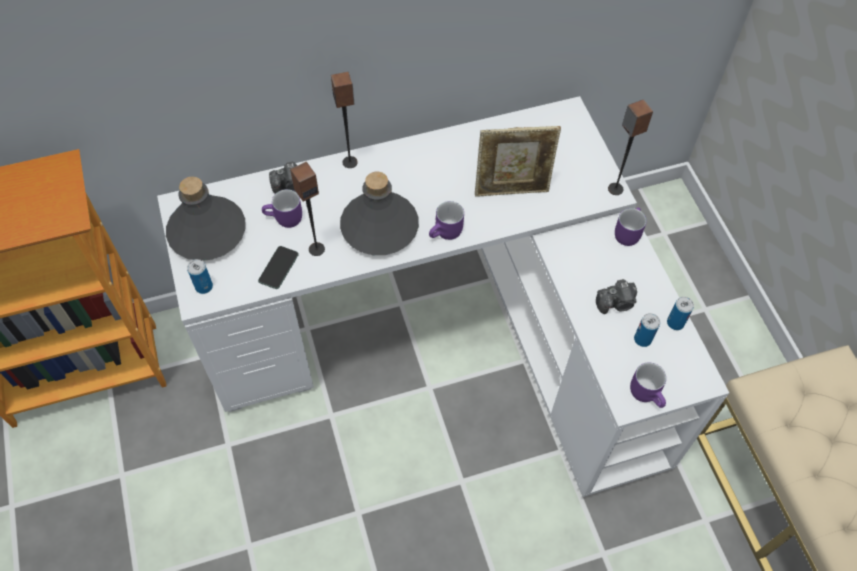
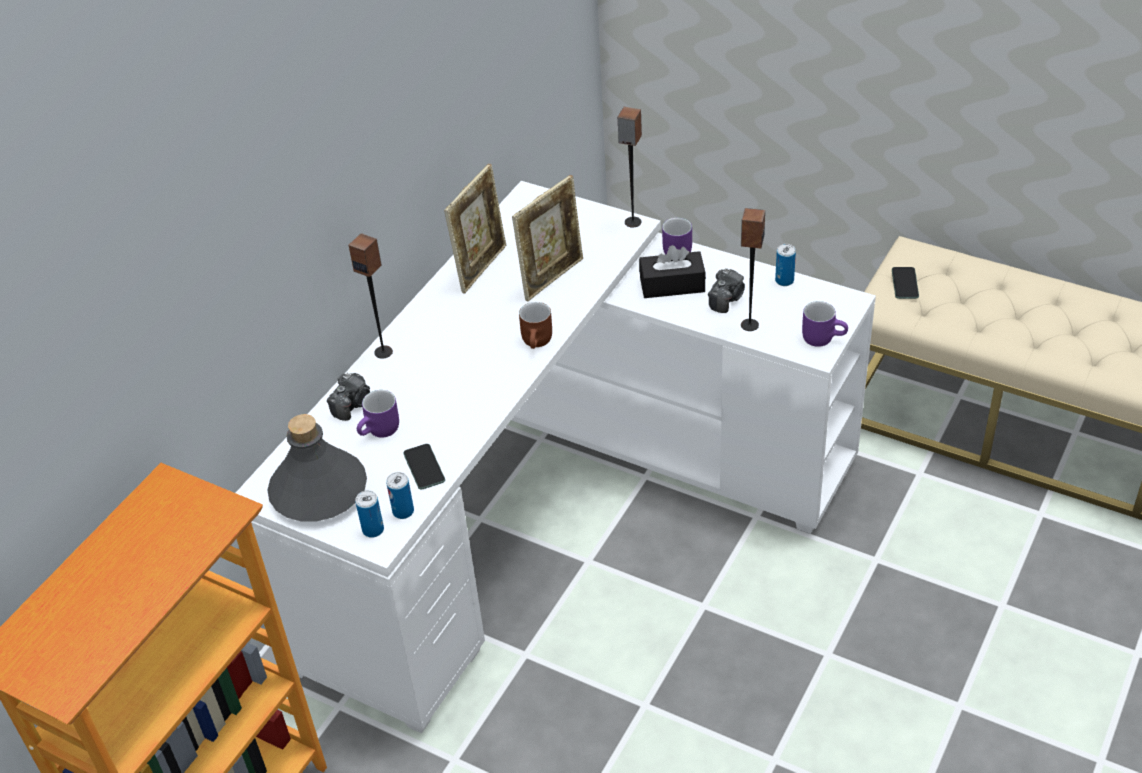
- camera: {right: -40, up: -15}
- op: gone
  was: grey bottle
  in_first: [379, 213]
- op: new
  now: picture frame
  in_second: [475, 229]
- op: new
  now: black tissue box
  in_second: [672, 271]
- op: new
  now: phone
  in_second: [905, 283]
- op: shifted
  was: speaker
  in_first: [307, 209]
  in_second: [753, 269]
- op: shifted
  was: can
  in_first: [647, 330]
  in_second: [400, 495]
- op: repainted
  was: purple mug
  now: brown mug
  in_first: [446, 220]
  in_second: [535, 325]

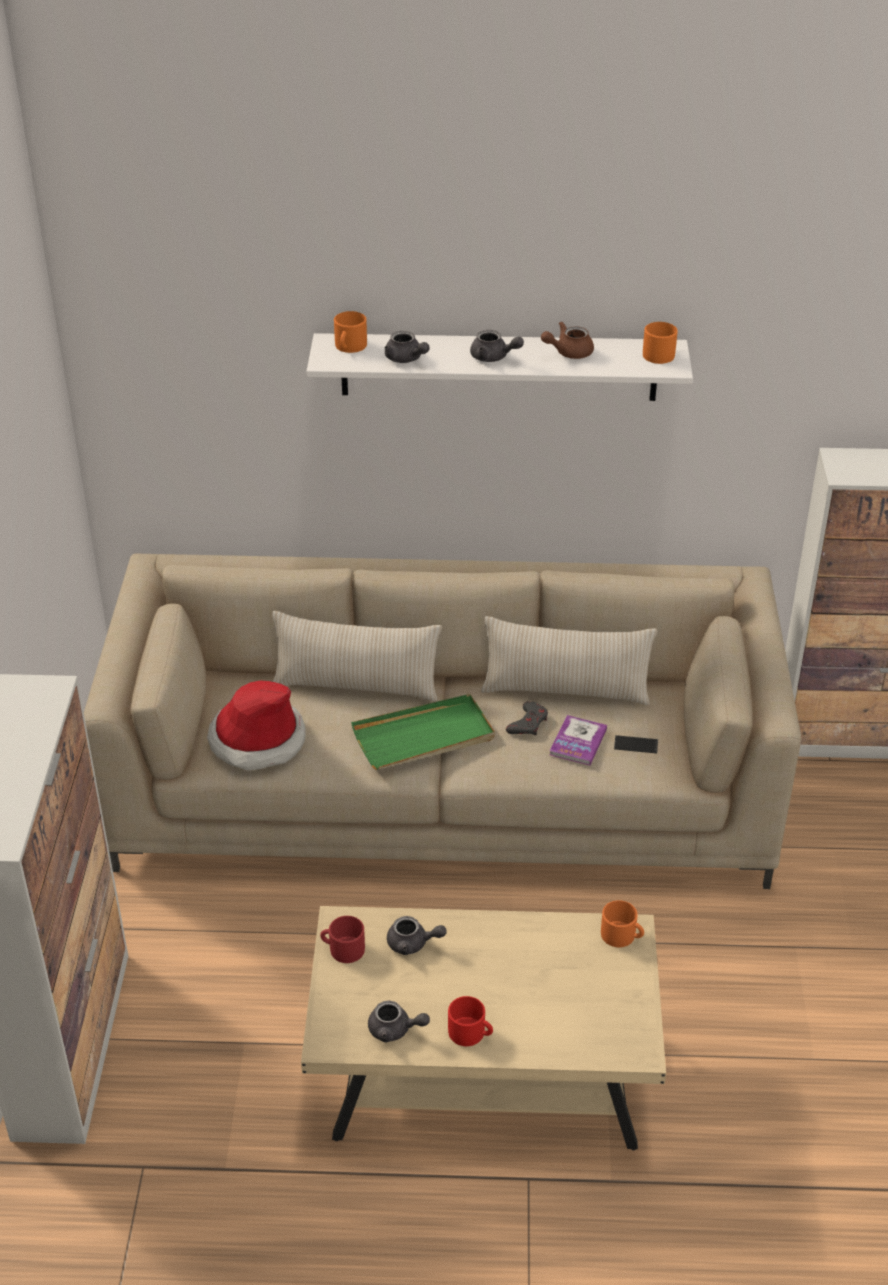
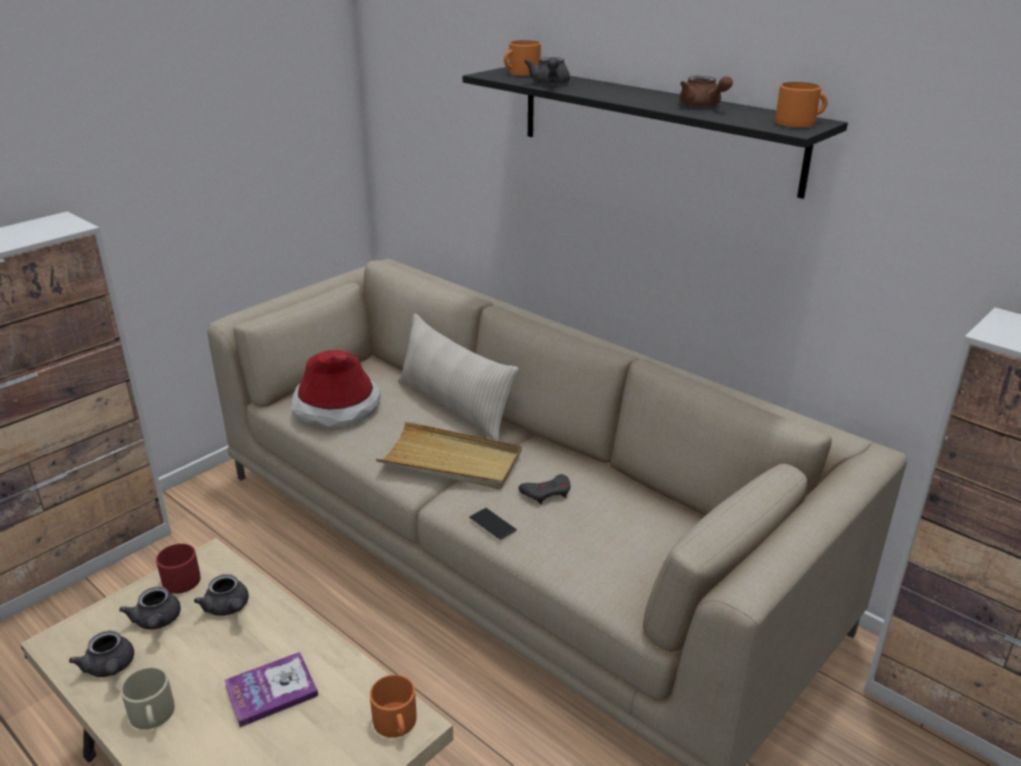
- camera: {right: 40, up: -10}
- op: gone
  was: beige pillow
  in_first: [569, 660]
- op: shifted
  was: grey teapot
  in_first: [497, 346]
  in_second: [150, 608]
- op: shifted
  was: book
  in_first: [578, 740]
  in_second: [271, 689]
- op: shifted
  was: phone
  in_first: [636, 744]
  in_second: [493, 524]
- op: repainted
  was: white shelf
  now: black shelf
  in_first: [500, 367]
  in_second: [655, 133]
- op: repainted
  was: green tray
  now: beige tray
  in_first: [423, 732]
  in_second: [448, 455]
- op: repainted
  was: red mug
  now: beige mug
  in_first: [470, 1021]
  in_second: [148, 698]
- op: rotated
  was: brown teapot
  in_first: [567, 340]
  in_second: [706, 91]
  clockwise: -135

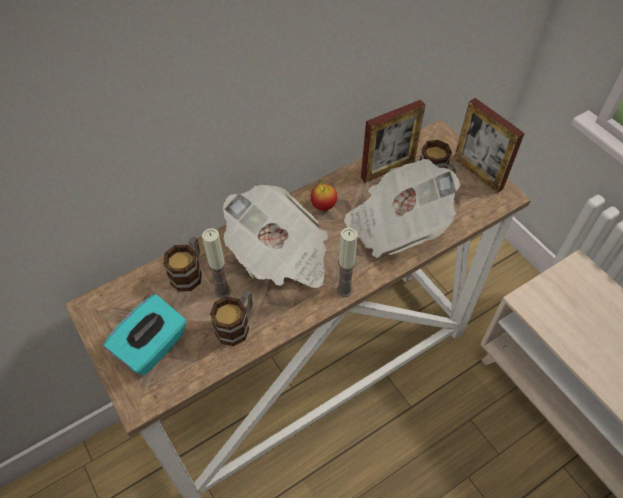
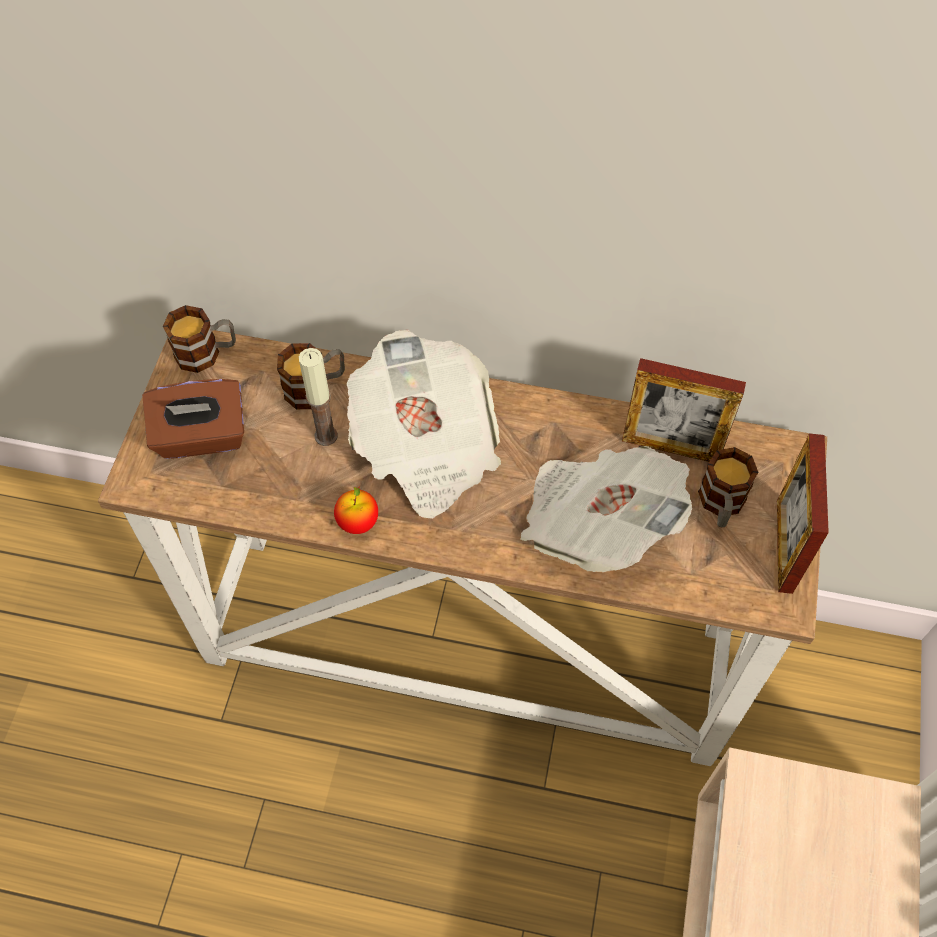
- camera: {right: 45, up: 5}
- op: gone
  was: candle
  in_first: [347, 262]
- op: shifted
  was: mug
  in_first: [231, 318]
  in_second: [199, 339]
- op: shifted
  was: apple
  in_first: [324, 195]
  in_second: [356, 510]
- op: repainted
  was: turquoise tissue box
  now: brown tissue box
  in_first: [145, 334]
  in_second: [193, 419]

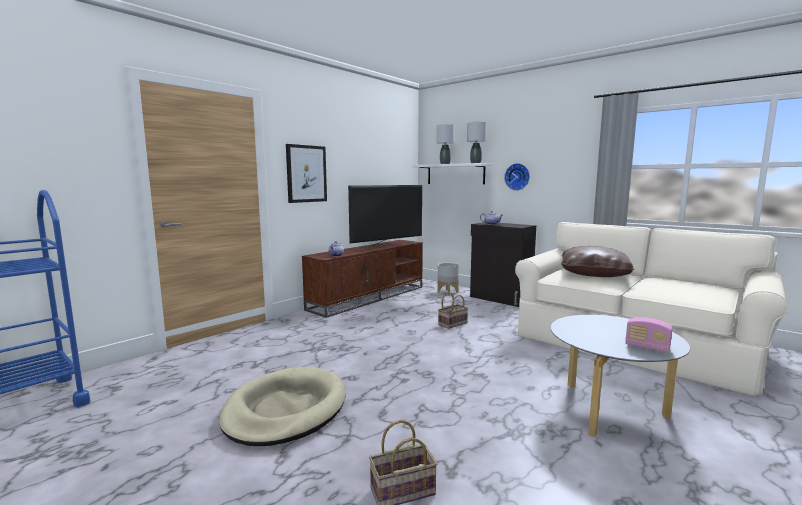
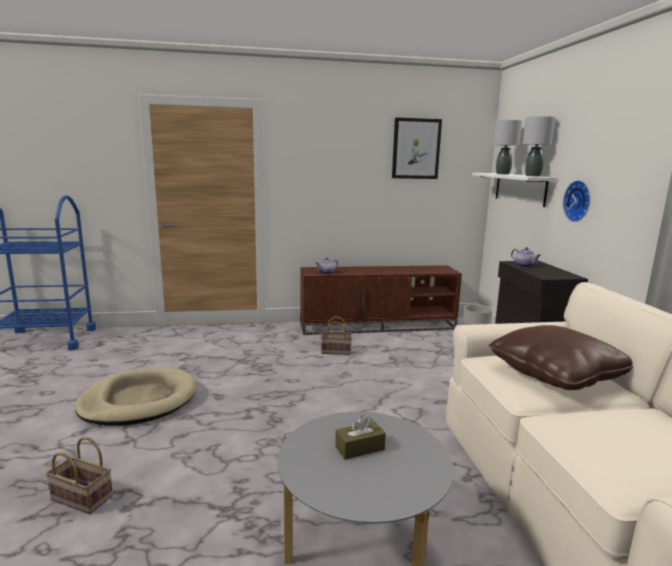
- camera: {right: 40, up: 5}
- op: gone
  was: television
  in_first: [385, 217]
- op: gone
  was: radio
  in_first: [649, 335]
- op: new
  now: brown tissue box
  in_second: [360, 437]
- op: shifted
  was: picture
  in_first: [306, 173]
  in_second: [417, 148]
- op: shifted
  was: basket
  in_first: [453, 310]
  in_second: [336, 335]

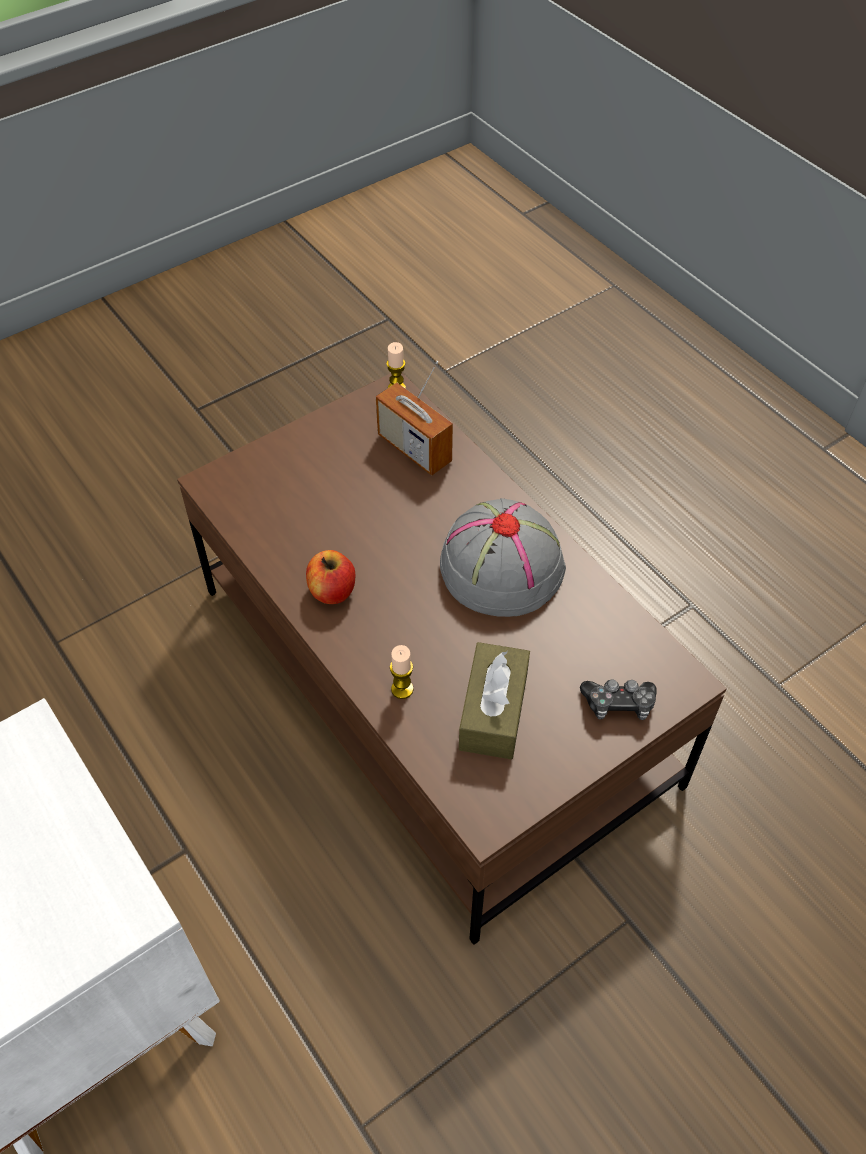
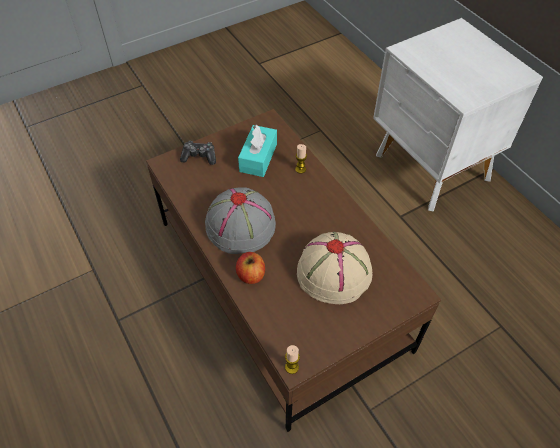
- camera: {right: -175, up: 0}
- op: gone
  was: radio
  in_first: [414, 418]
- op: new
  now: beige hat
  in_second: [334, 268]
- op: shifted
  was: apple
  in_first: [330, 577]
  in_second: [250, 268]
- op: repainted
  was: brown tissue box
  now: turquoise tissue box
  in_first: [494, 700]
  in_second: [257, 151]

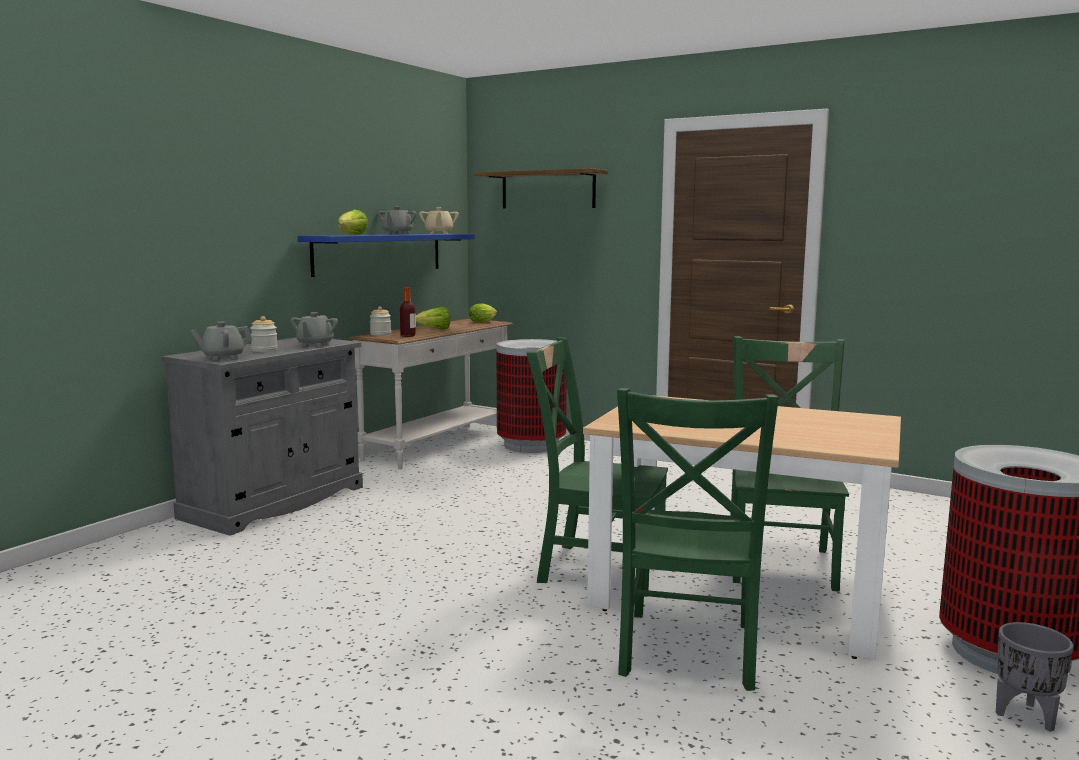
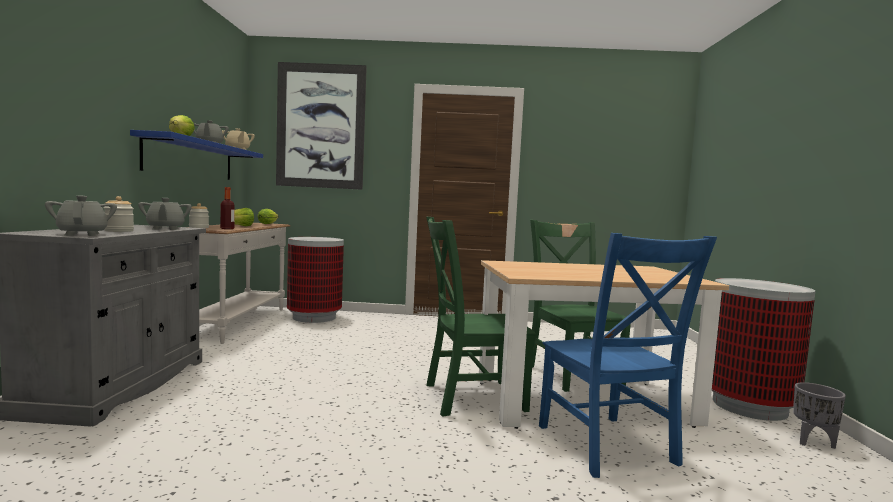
- camera: {right: -30, up: -5}
- op: swapped
  was: shelf
  now: picture
  in_first: [541, 188]
  in_second: [321, 126]
- op: repainted
  was: green chair
  now: blue chair
  in_first: [698, 539]
  in_second: [628, 355]
- op: rotated
  was: grey teapot
  in_first: [221, 341]
  in_second: [81, 216]
  clockwise: 120

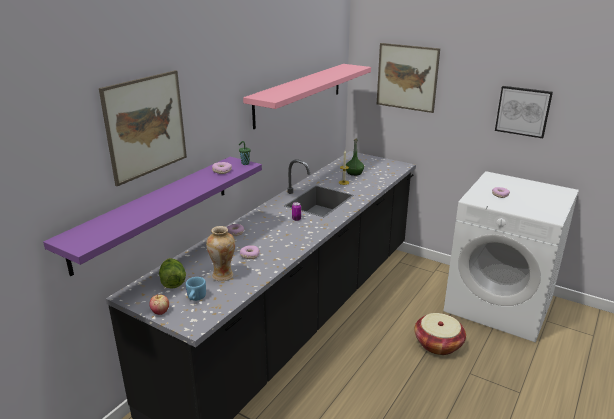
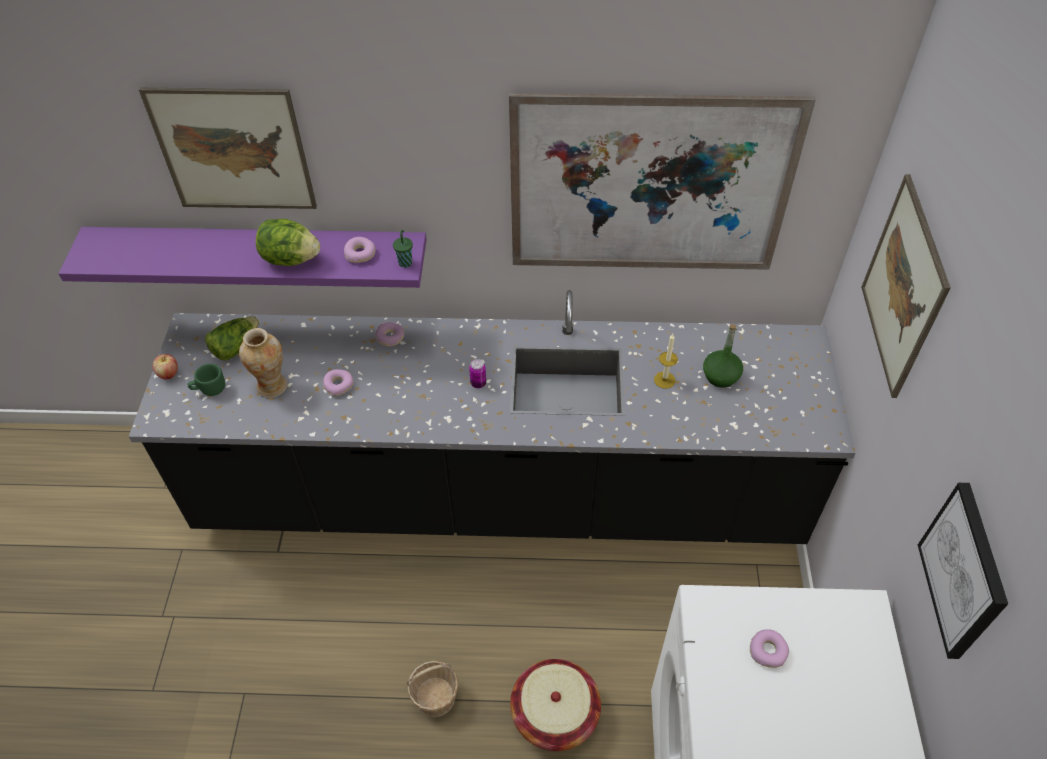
- camera: {right: 60, up: 25}
- op: new
  now: lettuce
  in_second: [288, 242]
- op: new
  now: basket
  in_second: [432, 689]
- op: swapped
  was: pink shelf
  now: picture
  in_first: [307, 96]
  in_second: [662, 181]
- op: repainted
  was: blue mug
  now: green mug
  in_first: [196, 289]
  in_second: [206, 379]

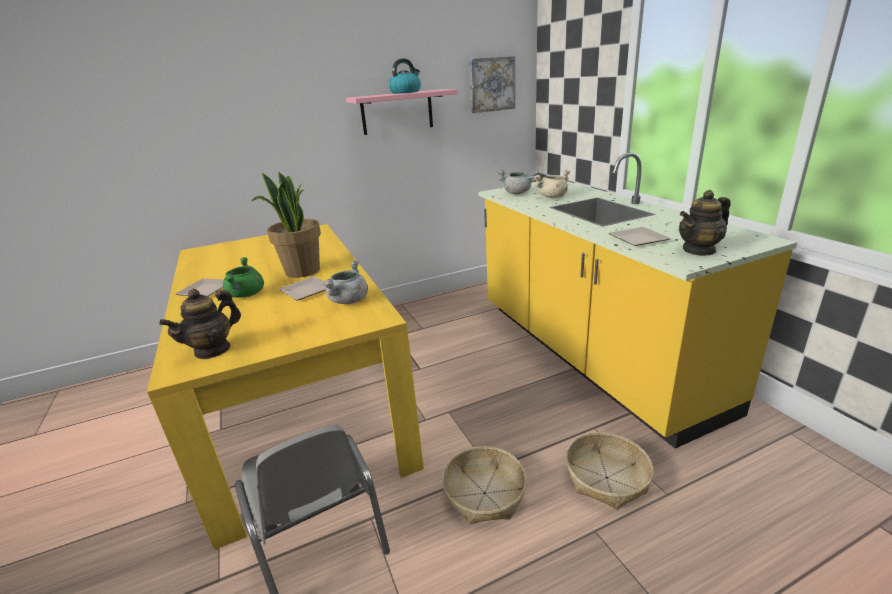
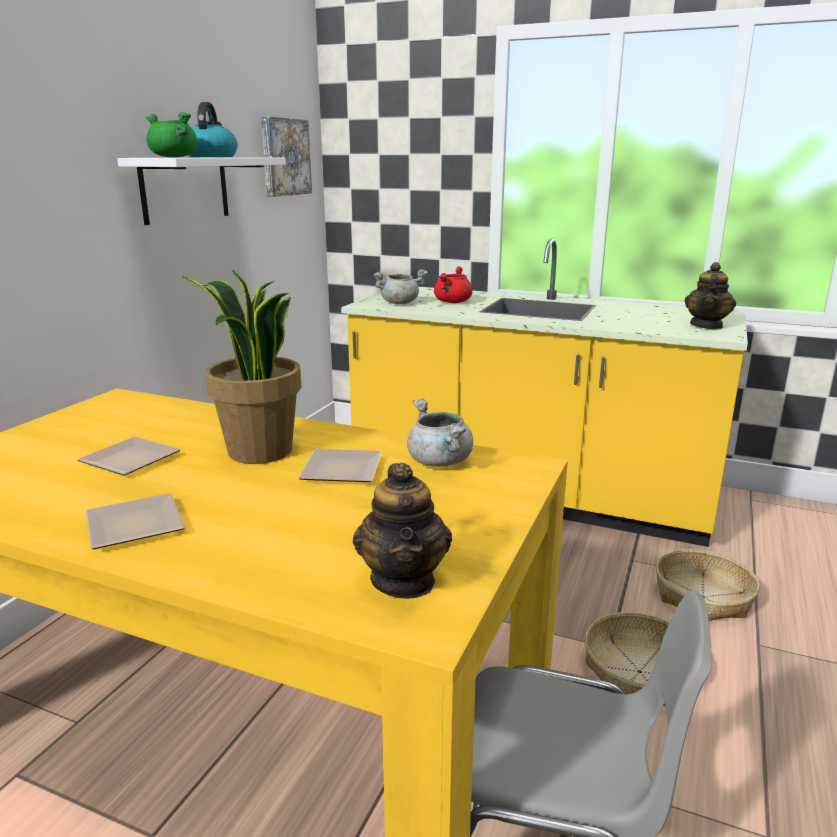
- camera: {right: -45, up: -5}
- op: shifted
  was: green cooking pot
  in_first: [243, 277]
  in_second: [171, 134]
- op: shifted
  was: plate
  in_first: [640, 236]
  in_second: [129, 456]
- op: repainted
  was: pink shelf
  now: white shelf
  in_first: [402, 112]
  in_second: [201, 191]
- op: repainted
  was: beige cooking pot
  now: red cooking pot
  in_first: [552, 184]
  in_second: [453, 284]

